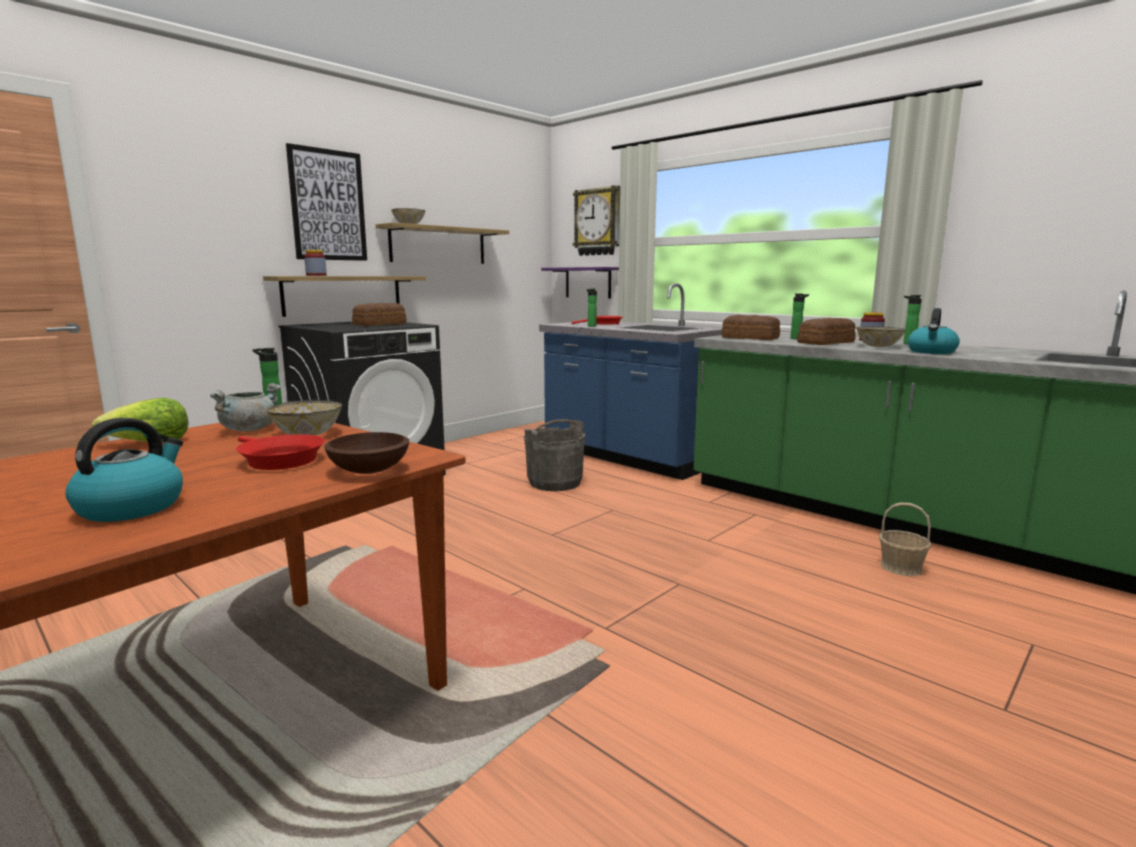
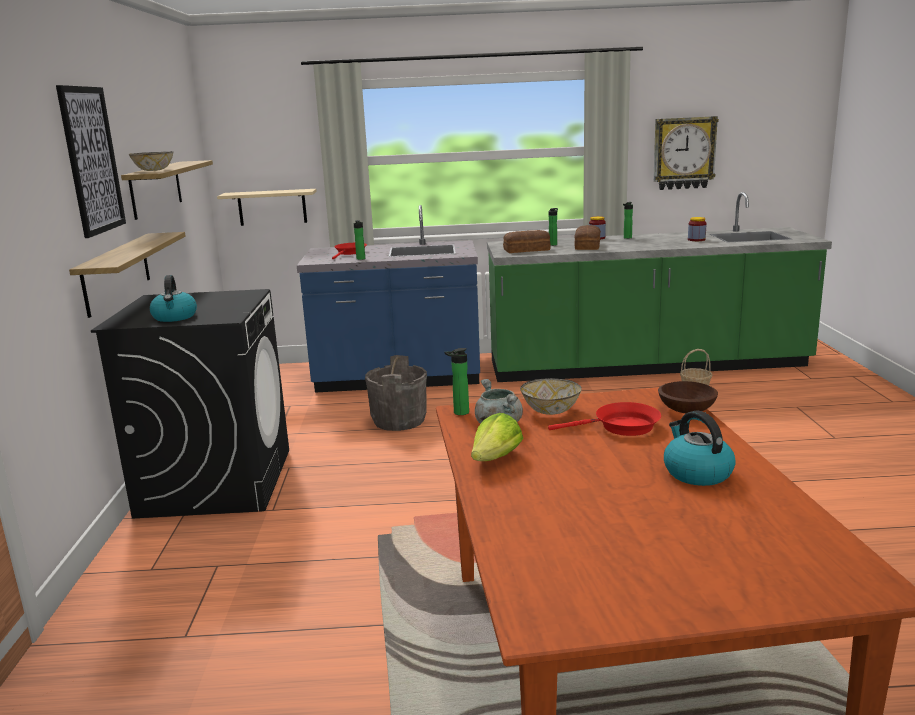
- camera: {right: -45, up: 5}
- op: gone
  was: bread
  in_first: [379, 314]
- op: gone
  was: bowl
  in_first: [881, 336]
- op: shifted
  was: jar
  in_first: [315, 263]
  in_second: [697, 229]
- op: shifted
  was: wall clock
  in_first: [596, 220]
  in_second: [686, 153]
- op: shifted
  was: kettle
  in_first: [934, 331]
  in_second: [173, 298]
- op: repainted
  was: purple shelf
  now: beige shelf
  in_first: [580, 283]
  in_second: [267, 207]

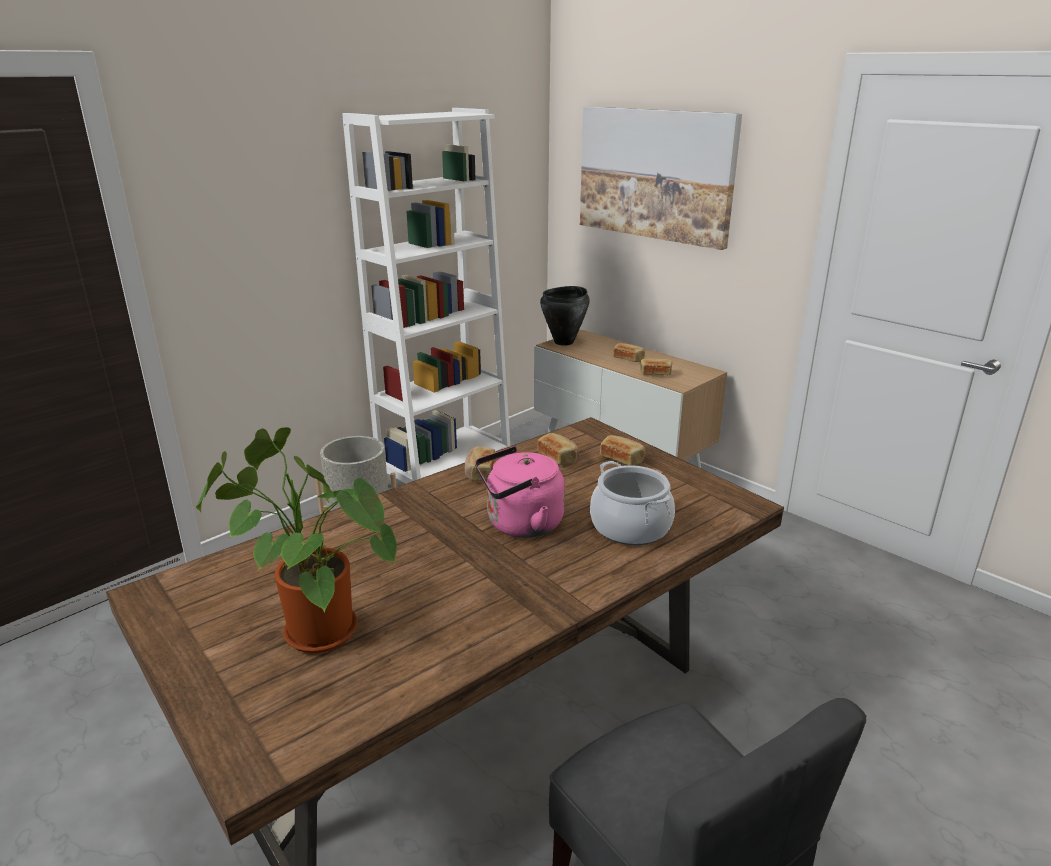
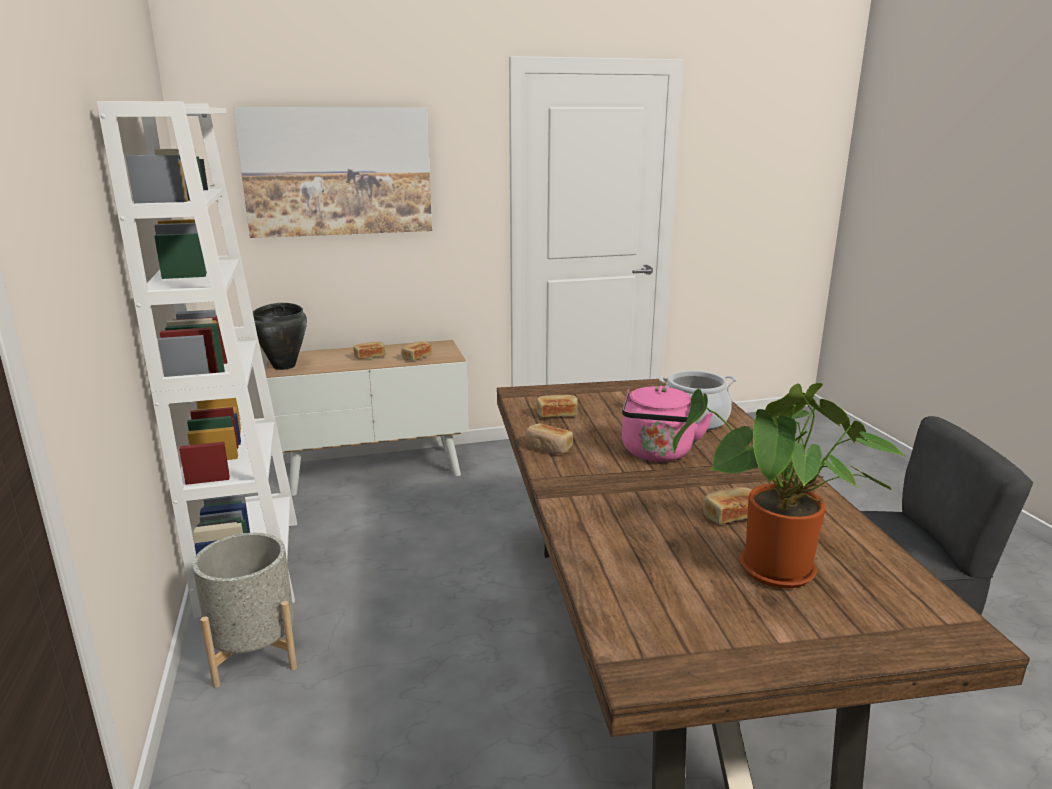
- camera: {right: -60, up: -5}
- op: shifted
  was: bread
  in_first: [623, 450]
  in_second: [727, 505]

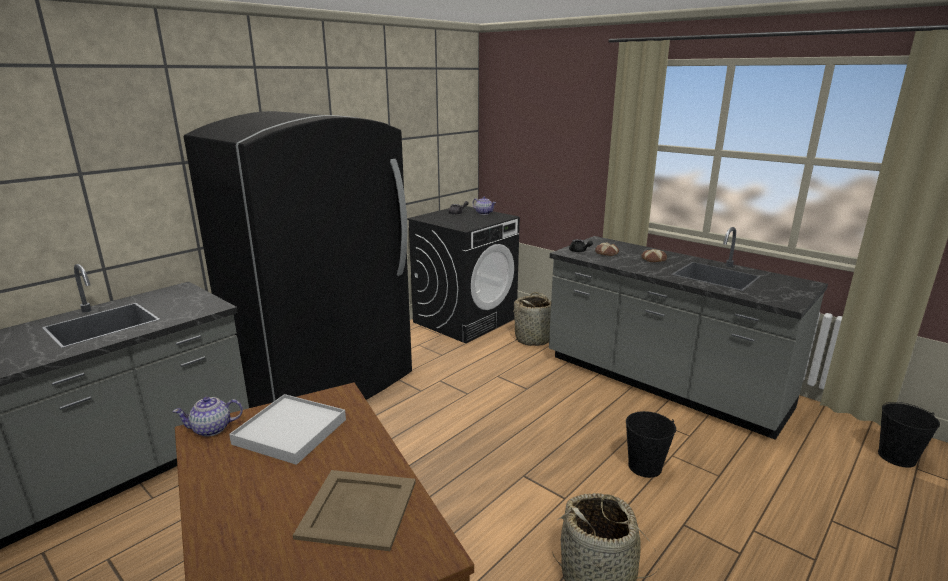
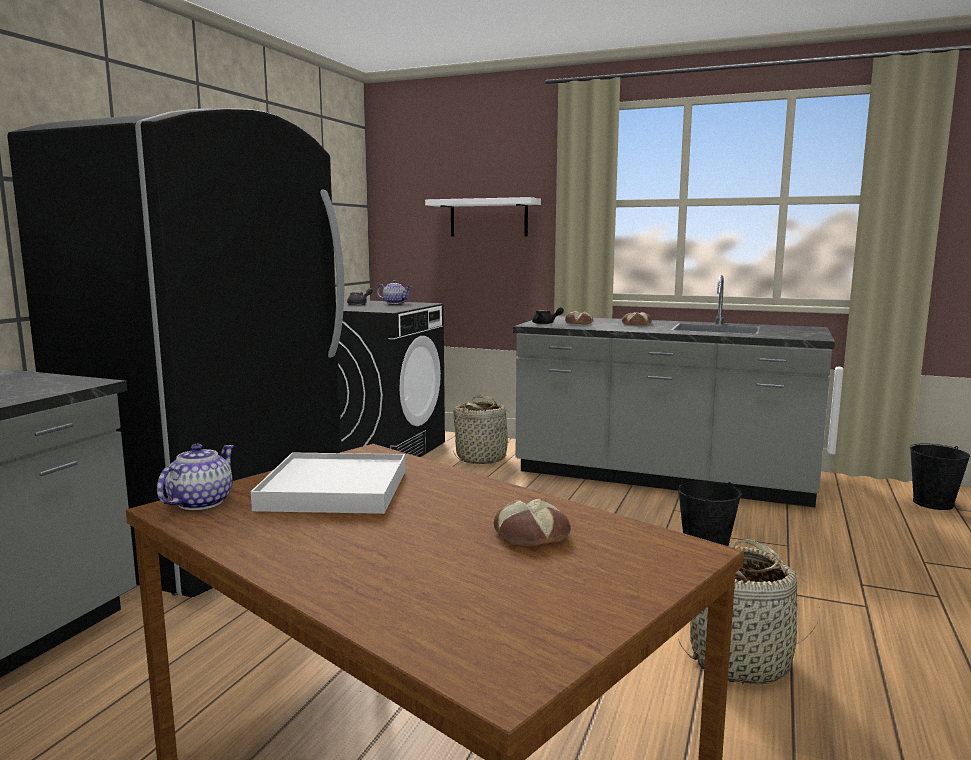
- camera: {right: -20, up: -10}
- op: new
  now: white shelf
  in_second: [483, 217]
- op: swapped
  was: beige tray
  now: bread
  in_first: [354, 510]
  in_second: [532, 522]
- op: rotated
  was: teapot
  in_first: [208, 417]
  in_second: [195, 477]
  clockwise: 150

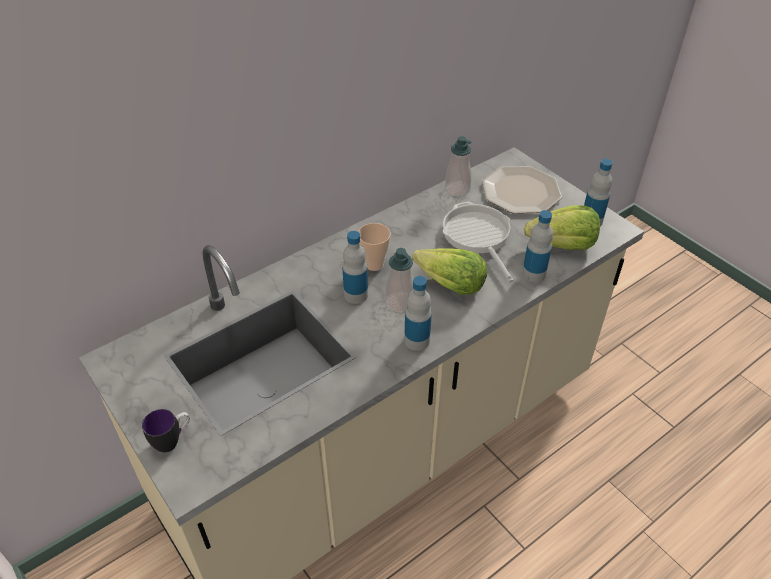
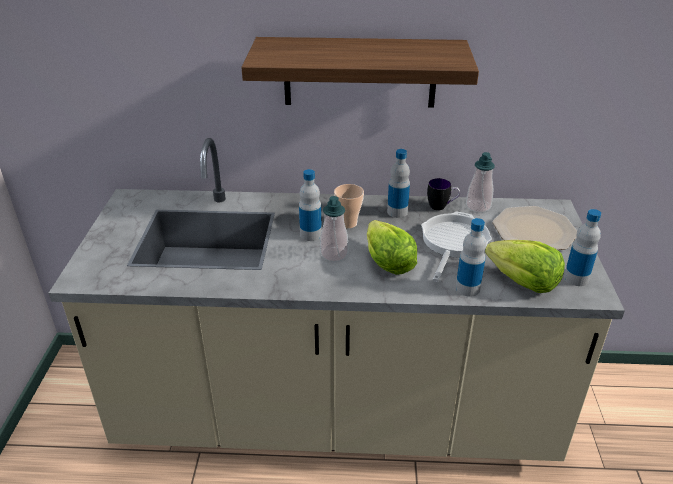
- camera: {right: 40, up: -10}
- op: new
  now: shelf
  in_second: [360, 72]
- op: shifted
  was: mug
  in_first: [166, 431]
  in_second: [443, 194]
- op: shifted
  was: bottle
  in_first: [418, 313]
  in_second: [398, 183]

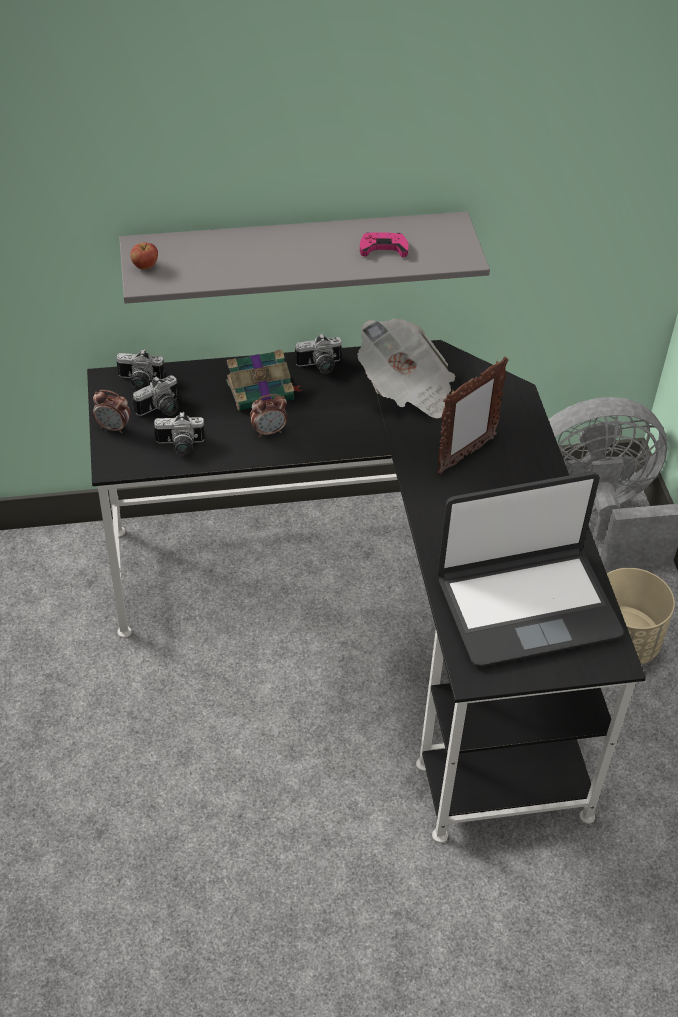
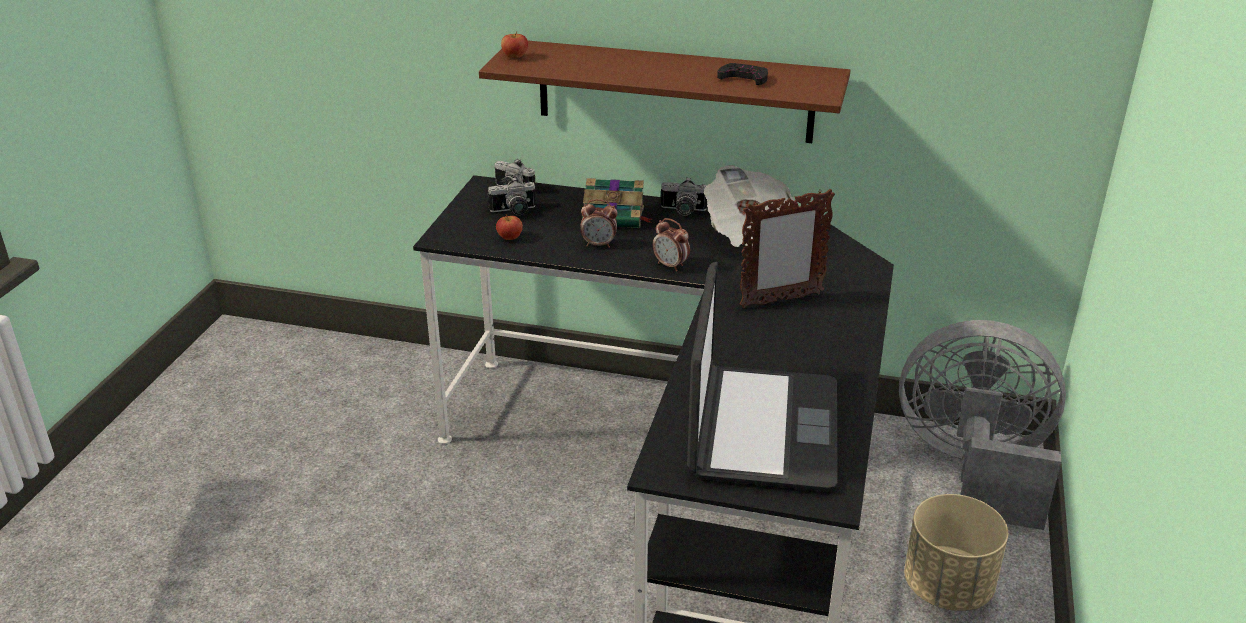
- camera: {right: 25, up: -15}
- op: shifted
  was: alarm clock
  in_first: [111, 411]
  in_second: [671, 244]
- op: swapped
  was: photo camera
  now: apple
  in_first: [179, 433]
  in_second: [509, 227]
- op: repainted
  was: grey shelf
  now: brown shelf
  in_first: [304, 258]
  in_second: [664, 92]
- op: repainted
  was: pink game controller
  now: black game controller
  in_first: [384, 244]
  in_second: [742, 74]
- op: rotated
  was: laptop
  in_first: [530, 569]
  in_second: [762, 376]
  clockwise: -90

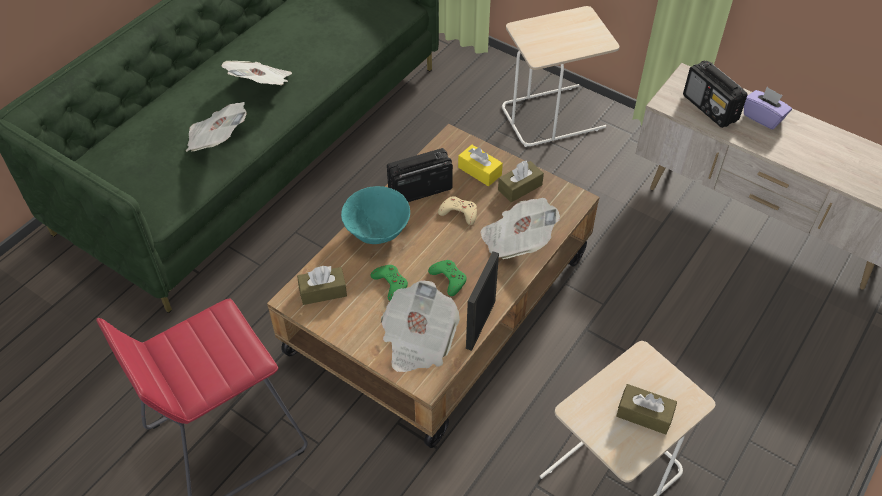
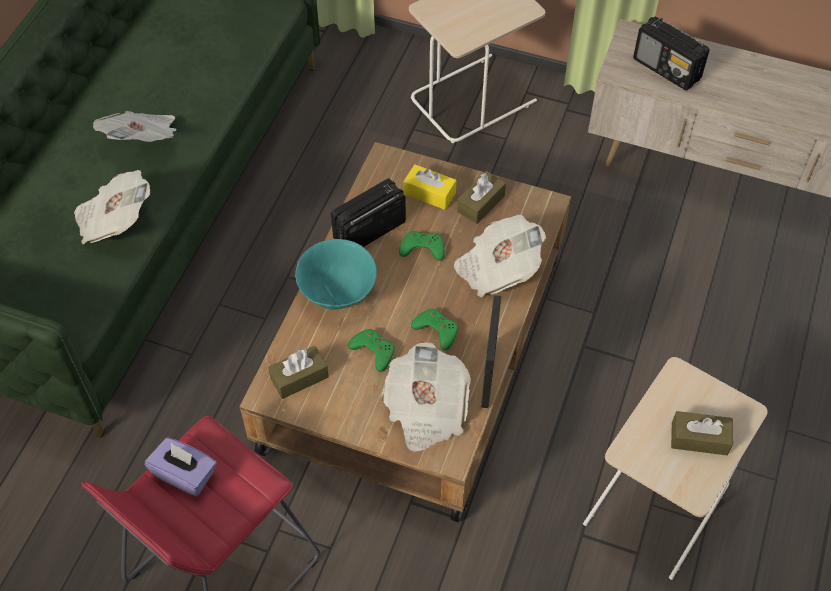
- camera: {right: -15, up: 5}
- op: shifted
  was: purple tissue box
  in_first: [768, 108]
  in_second: [181, 467]
- op: repainted
  was: beige game controller
  now: green game controller
  in_first: [457, 210]
  in_second: [422, 246]

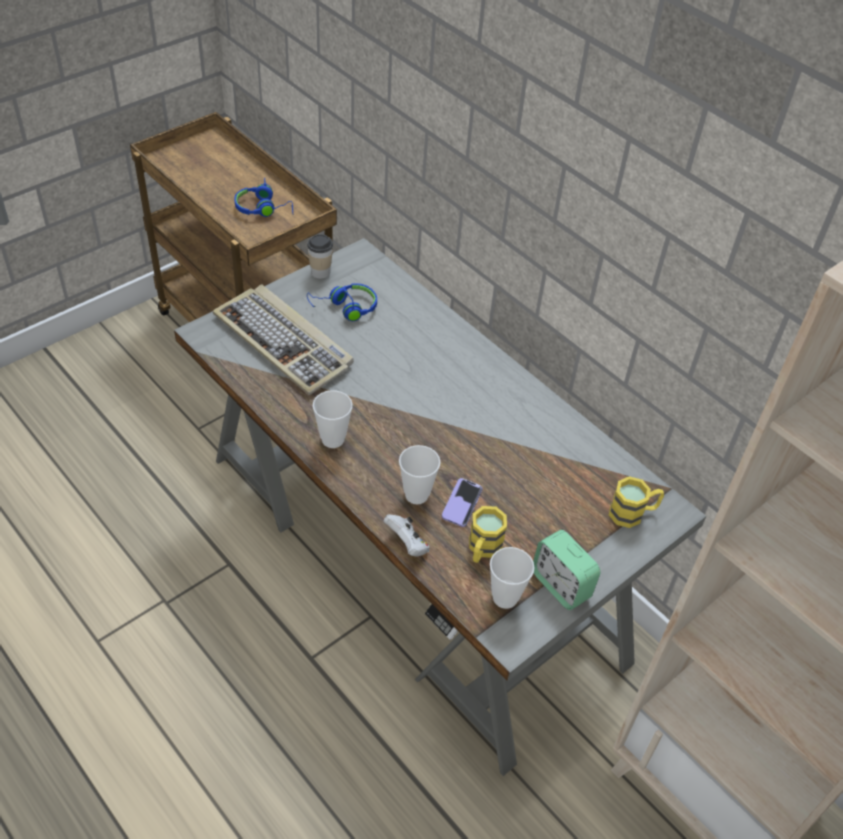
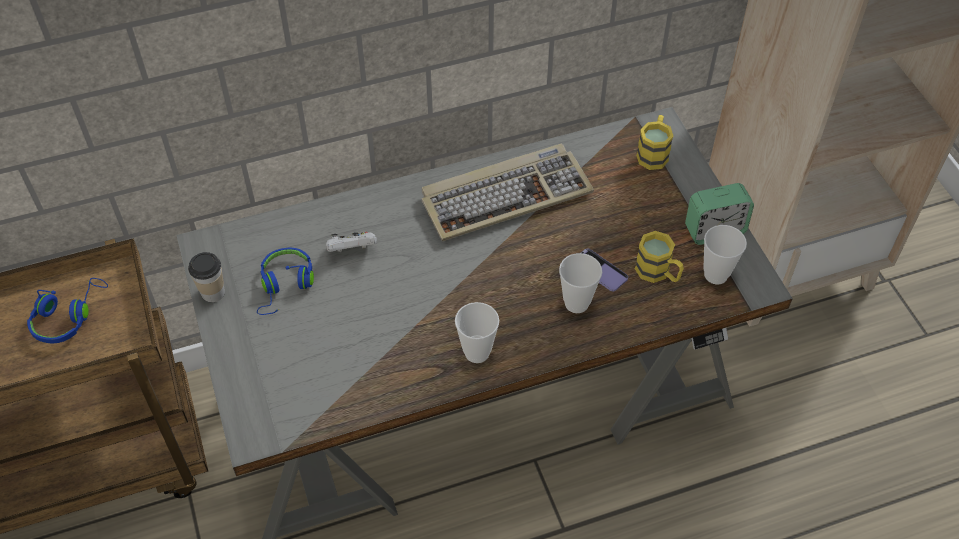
- camera: {right: -65, up: 5}
- op: shifted
  was: keyboard
  in_first: [283, 339]
  in_second: [508, 193]
- op: shifted
  was: white game controller
  in_first: [407, 535]
  in_second: [351, 242]

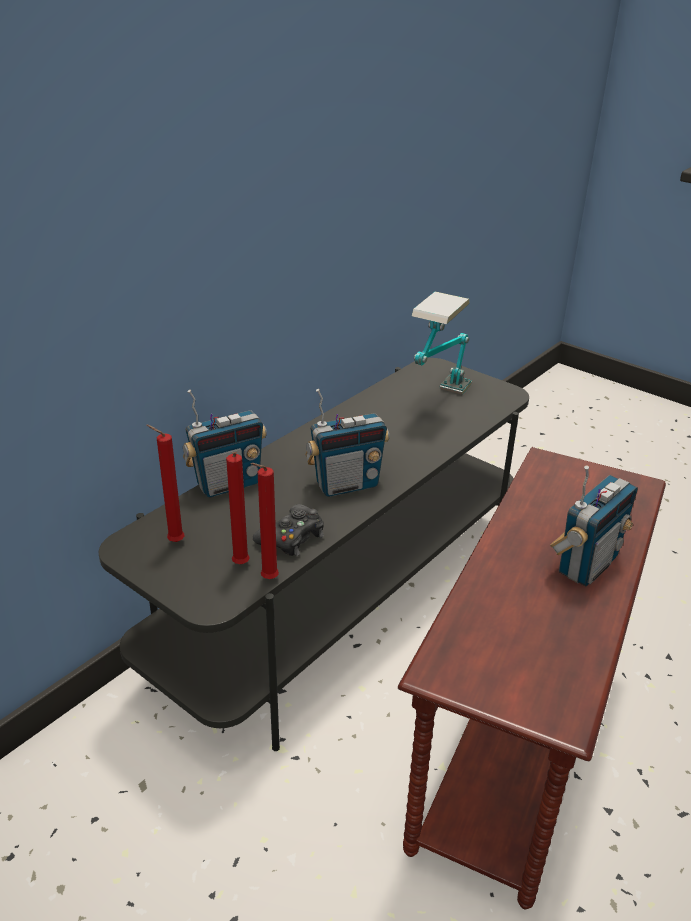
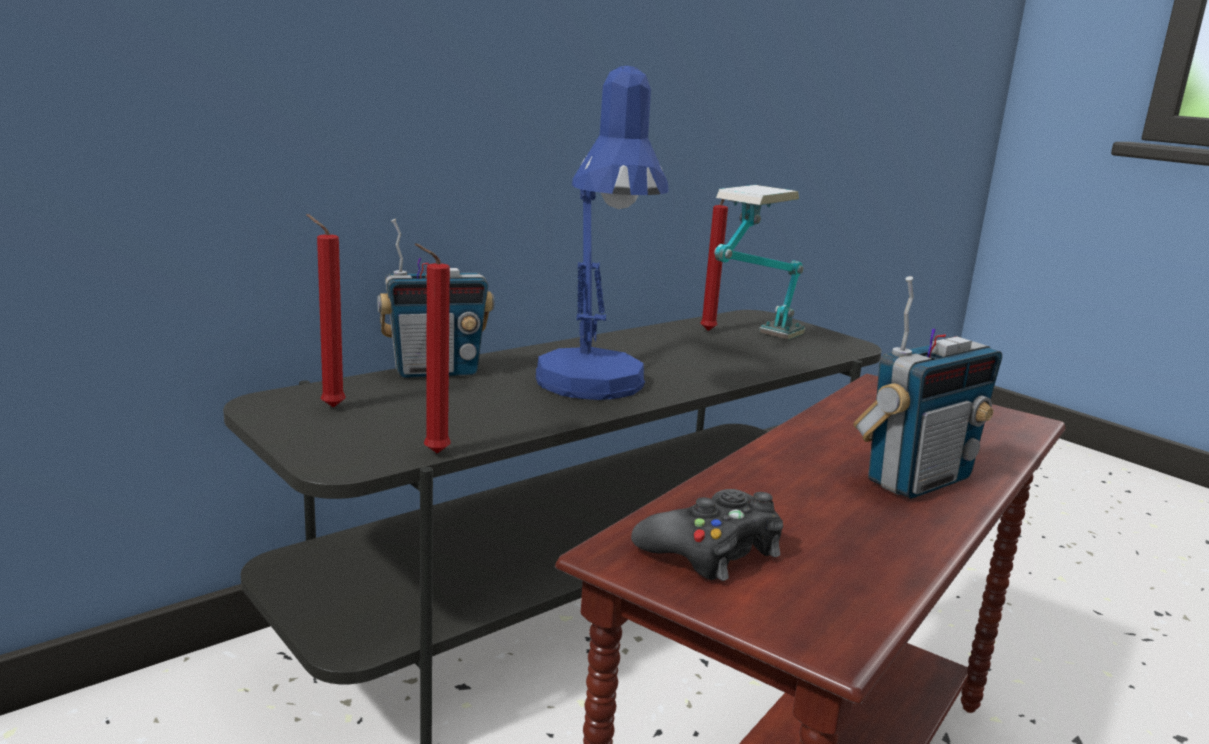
- camera: {right: 10, up: -15}
- op: shifted
  was: red candle
  in_first: [238, 508]
  in_second: [714, 265]
- op: shifted
  was: black game controller
  in_first: [288, 530]
  in_second: [707, 535]
- op: swapped
  was: radio
  now: blue table lamp
  in_first: [347, 443]
  in_second: [602, 233]

